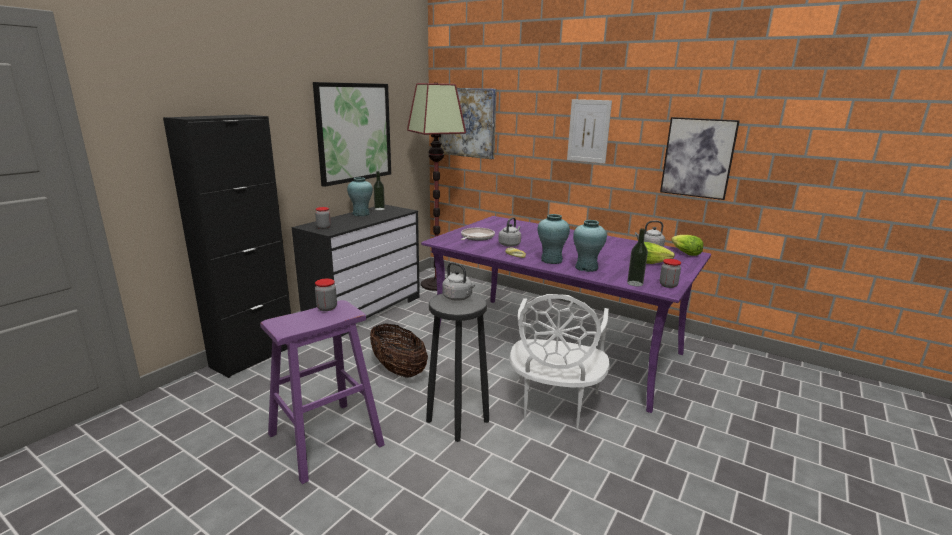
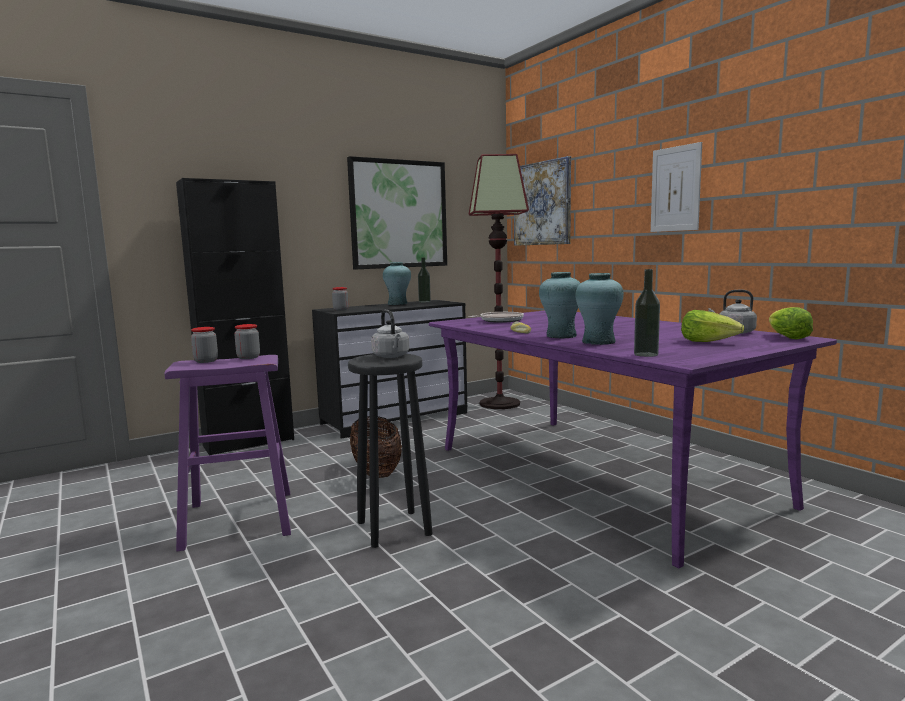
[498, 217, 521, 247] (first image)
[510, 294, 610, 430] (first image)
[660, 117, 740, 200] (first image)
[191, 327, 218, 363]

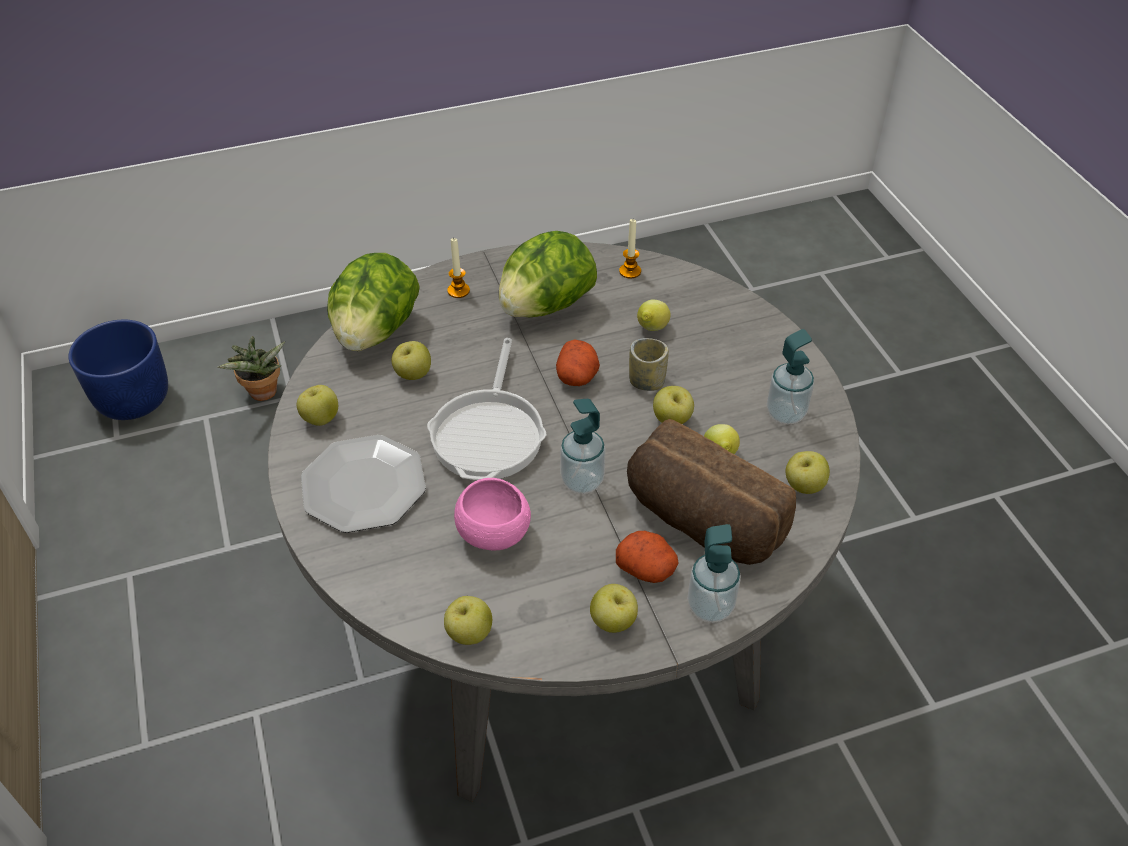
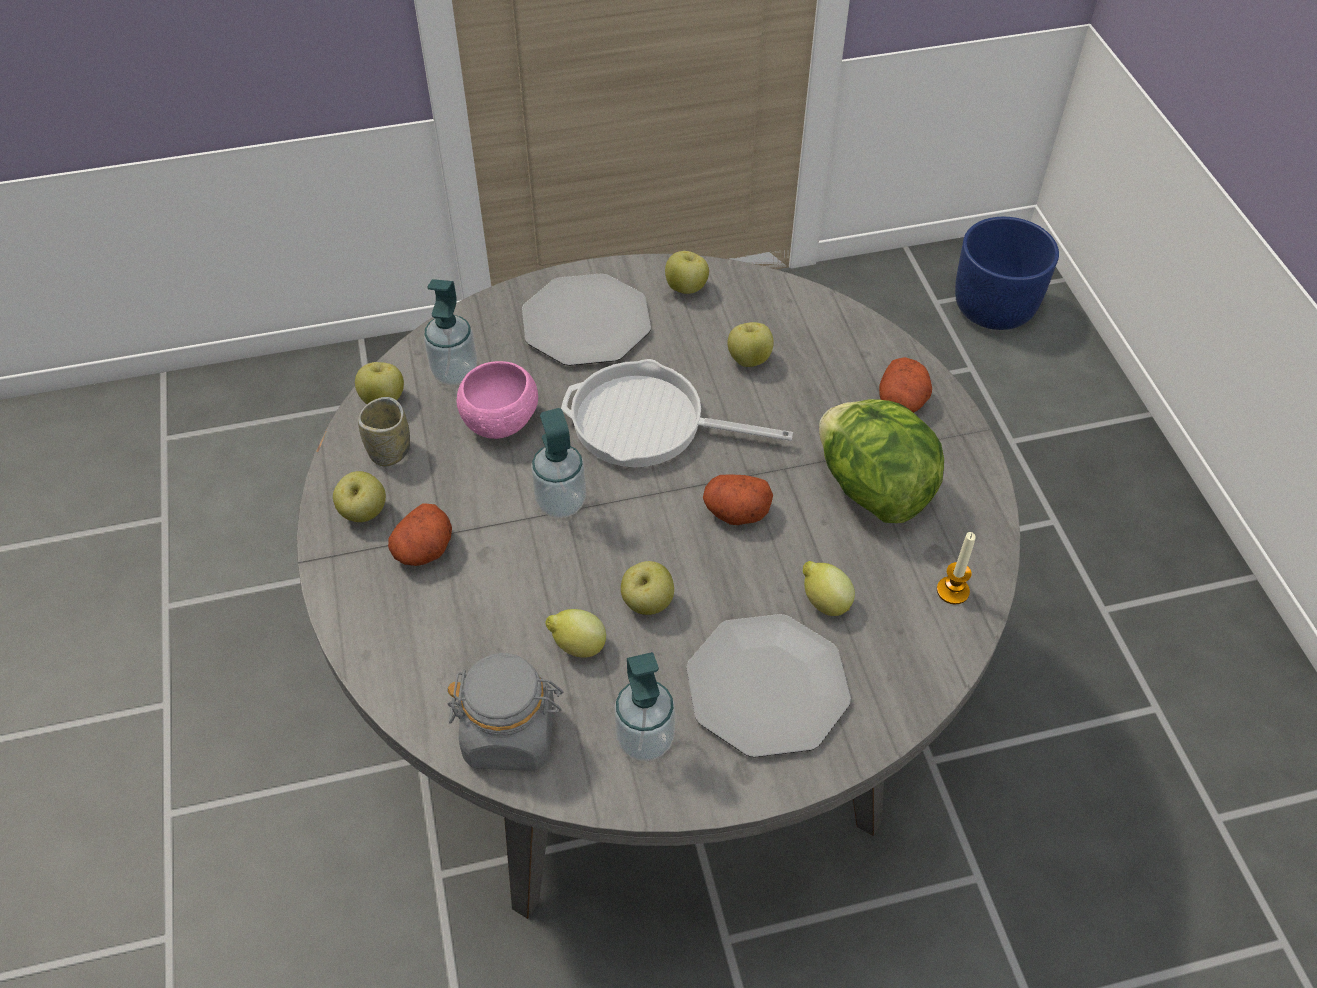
[218, 336, 285, 401] (first image)
[327, 253, 420, 351] (first image)
[879, 357, 932, 413]
[627, 419, 796, 565] (first image)
[358, 397, 410, 466]
[424, 279, 477, 385]
[448, 653, 563, 770]
[686, 614, 851, 758]

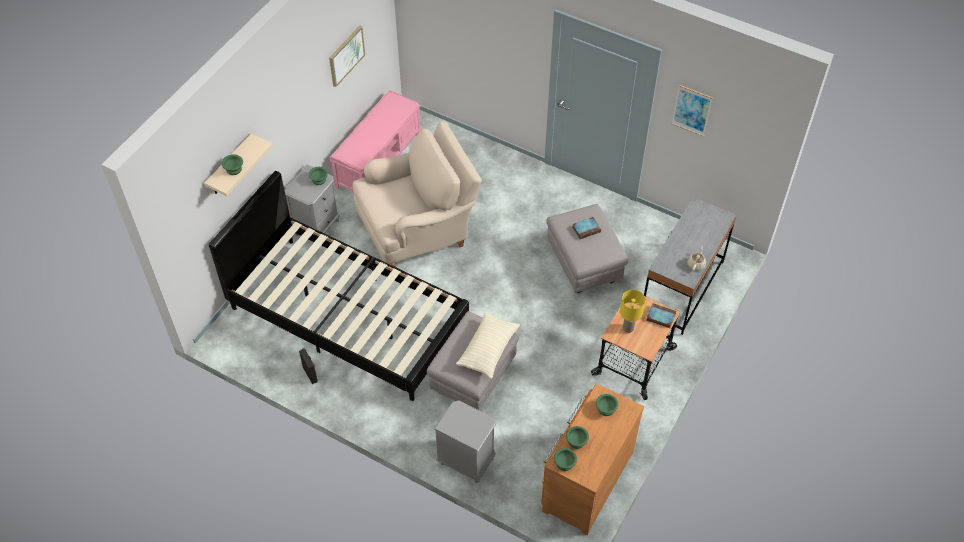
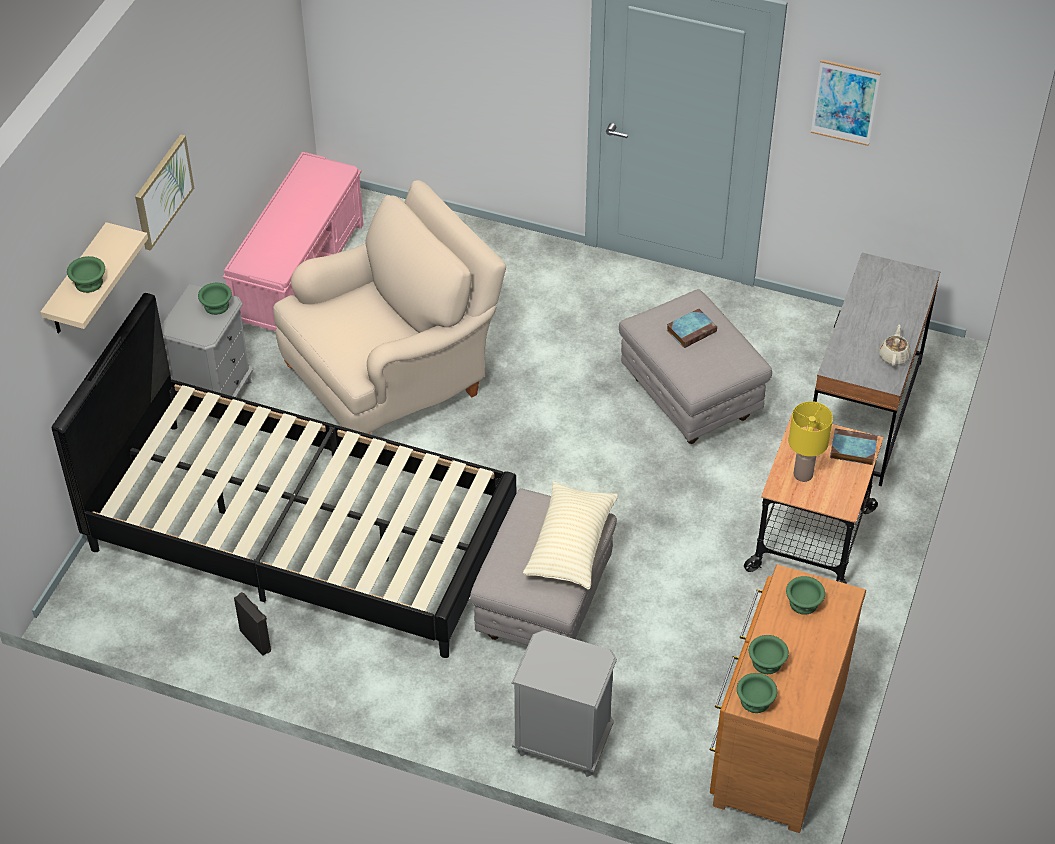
[135, 134, 194, 251]

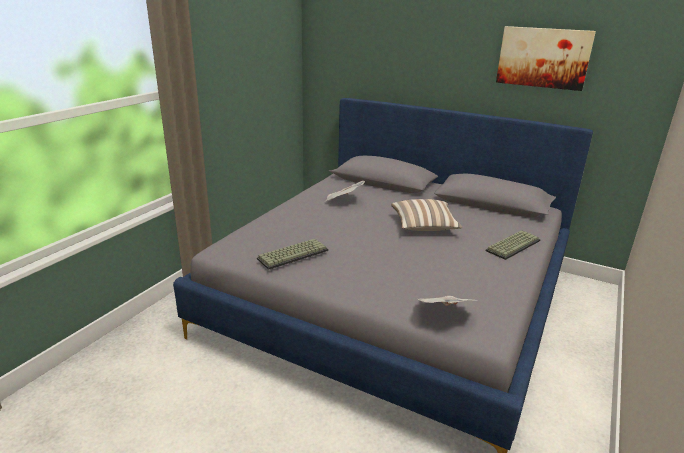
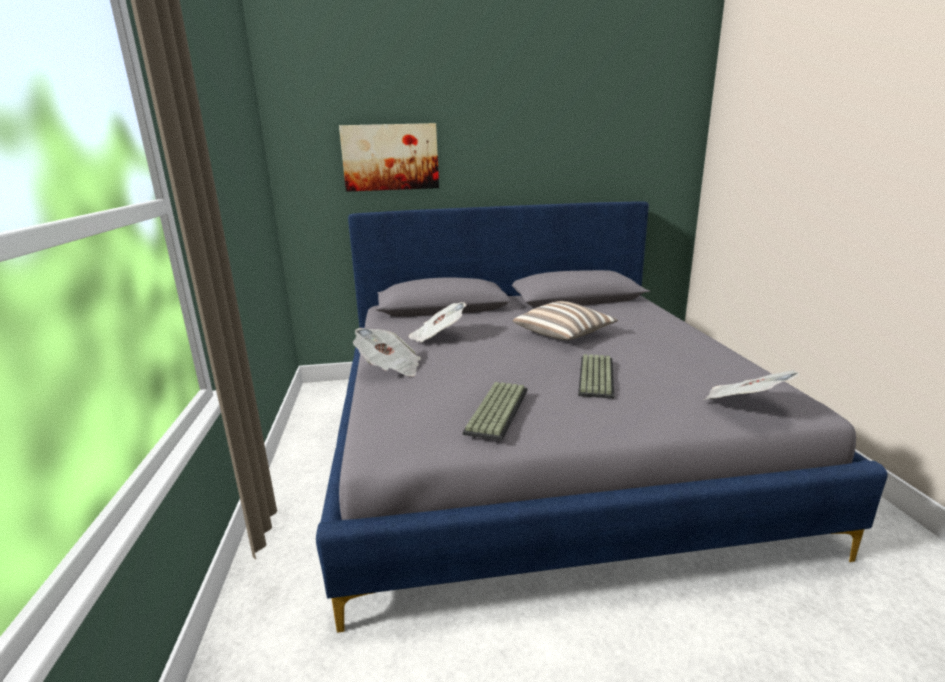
[578, 354, 614, 399]
[339, 123, 439, 192]
[353, 328, 421, 377]

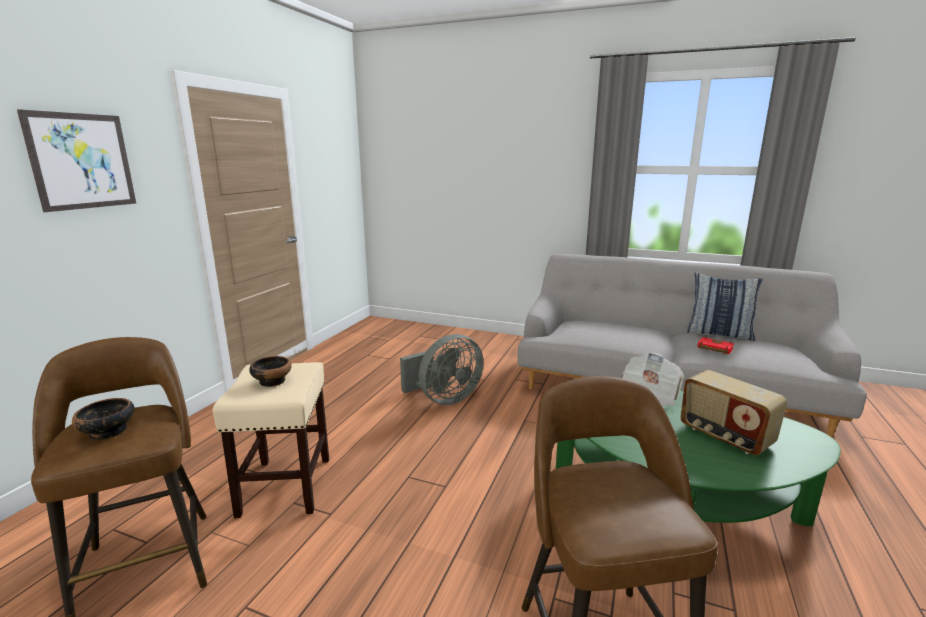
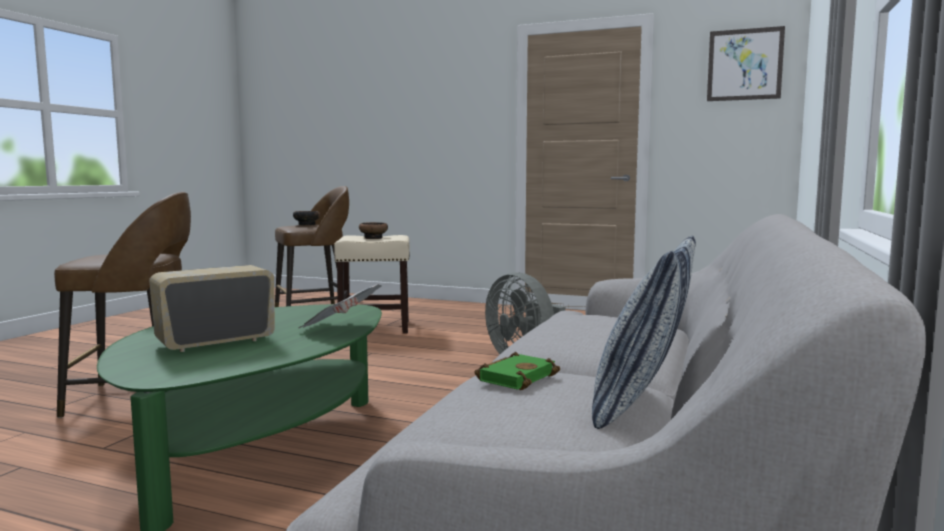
[707, 26, 785, 101]
[475, 352, 560, 390]

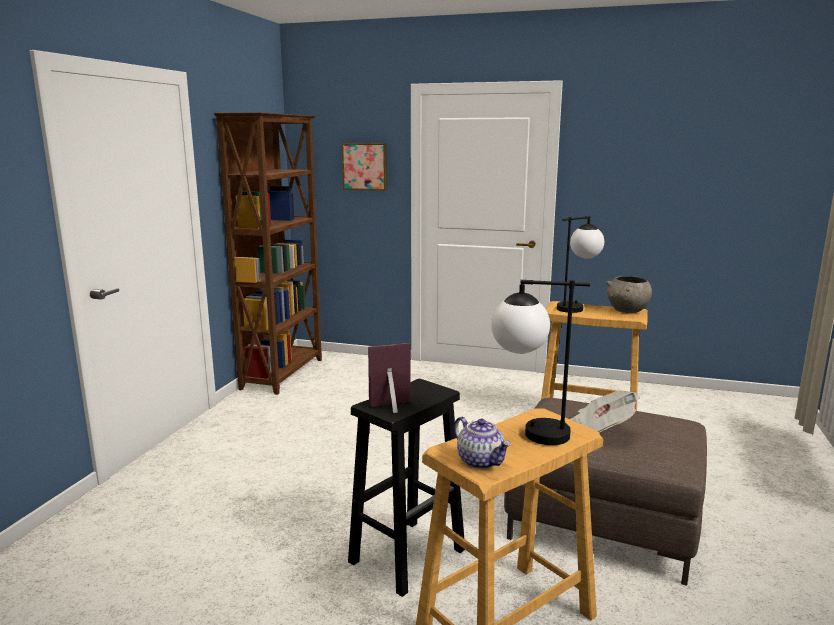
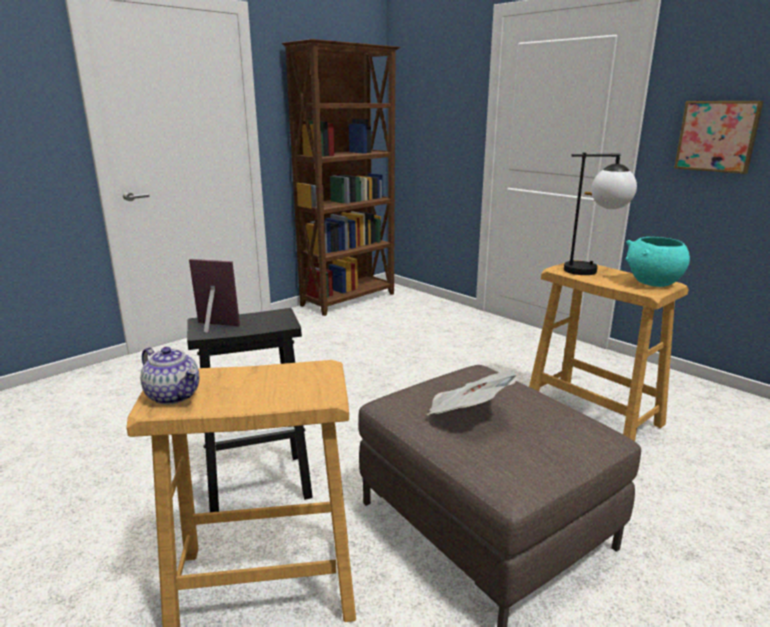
[674, 101, 763, 174]
[140, 347, 199, 405]
[491, 280, 590, 445] (first image)
[625, 237, 690, 287]

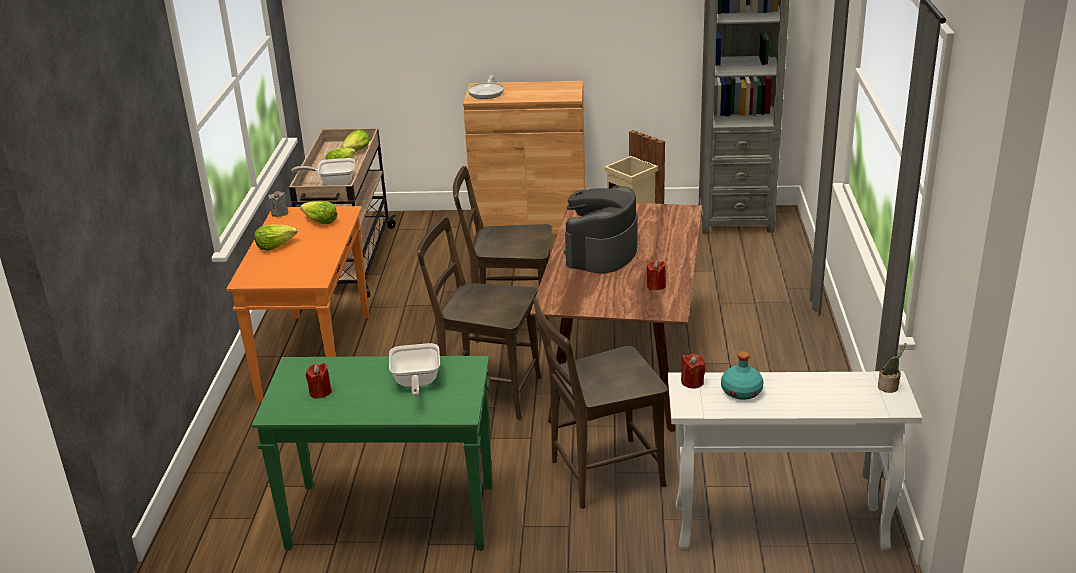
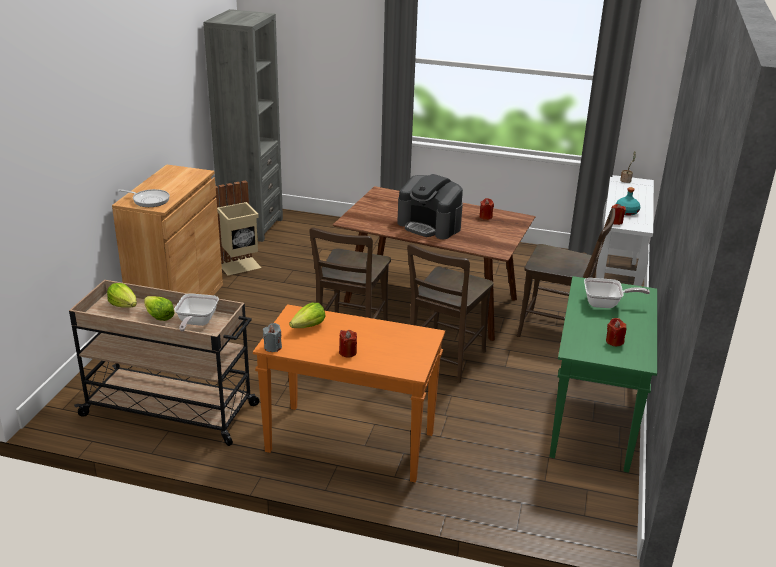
[339, 330, 357, 357]
[517, 208, 615, 337]

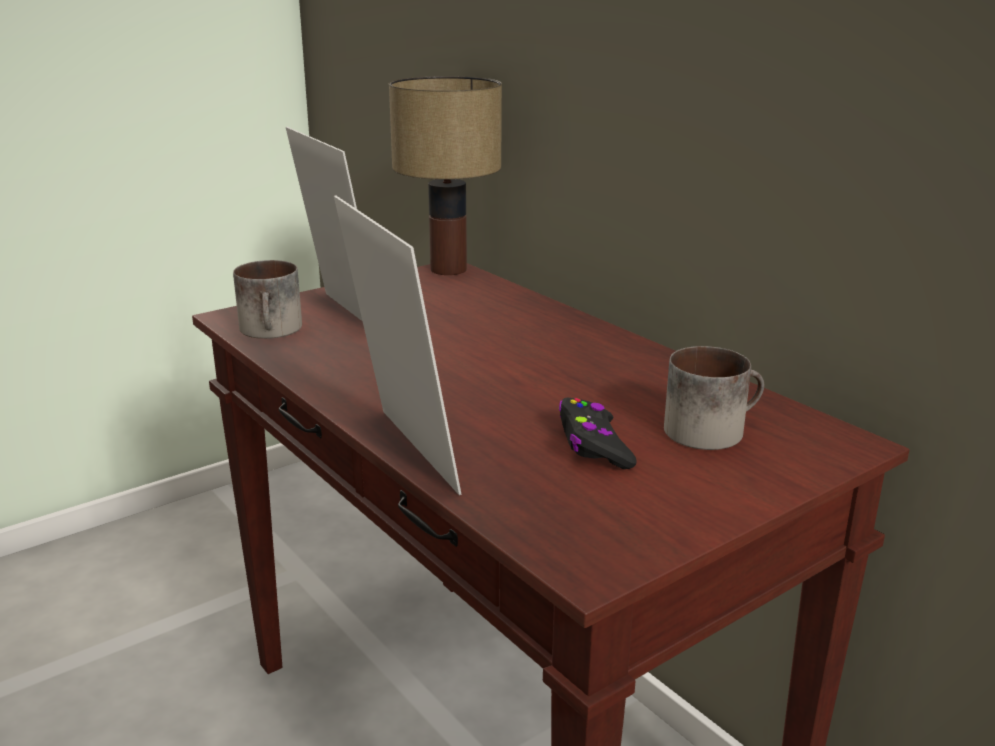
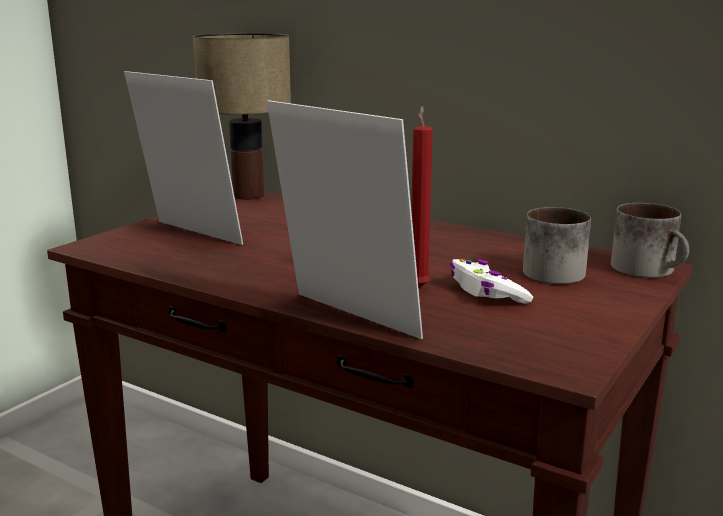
[611, 203, 690, 278]
[450, 259, 533, 304]
[411, 106, 433, 288]

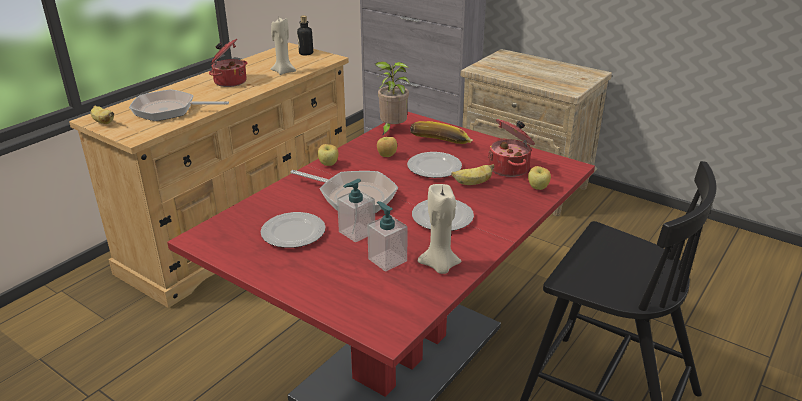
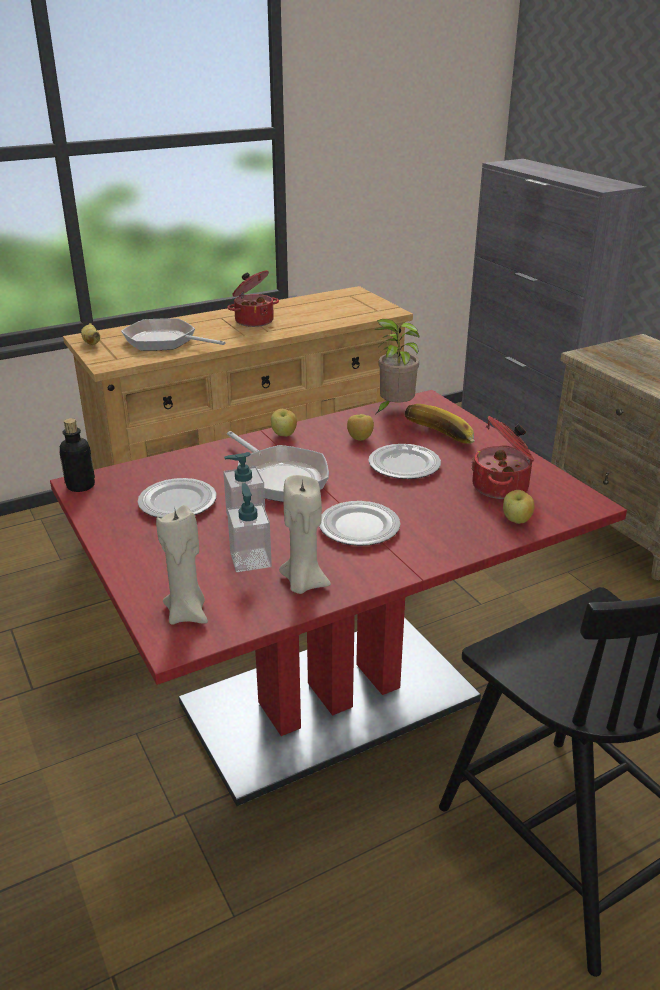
[156, 505, 208, 625]
[59, 418, 95, 492]
[451, 164, 494, 185] (first image)

